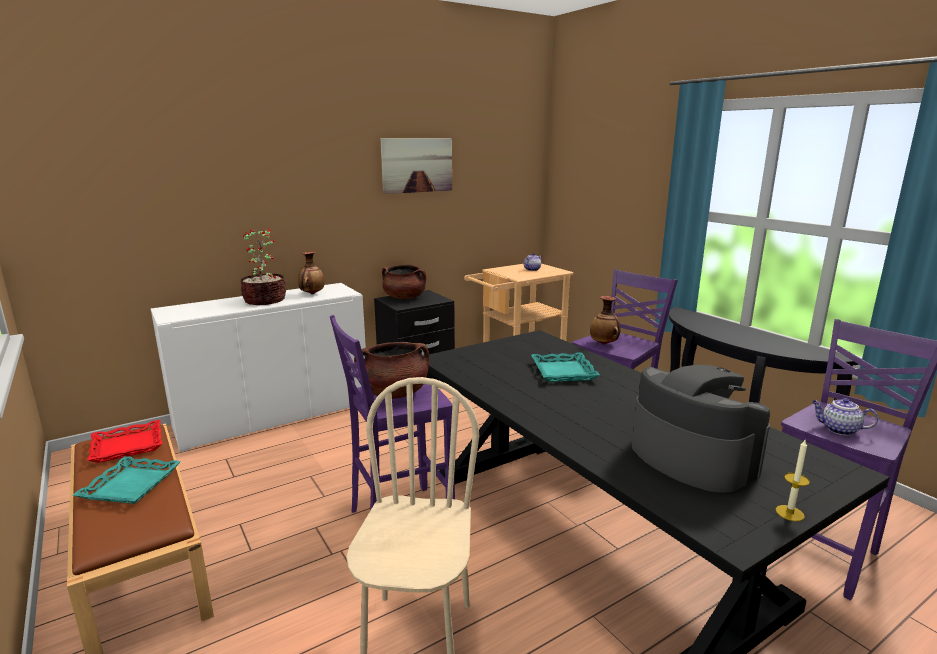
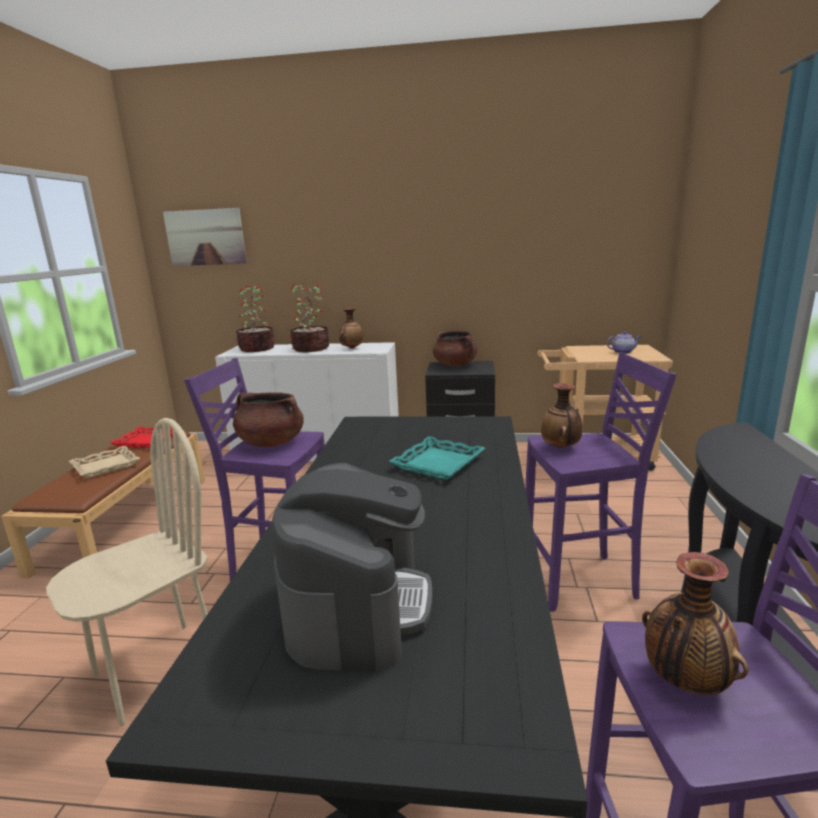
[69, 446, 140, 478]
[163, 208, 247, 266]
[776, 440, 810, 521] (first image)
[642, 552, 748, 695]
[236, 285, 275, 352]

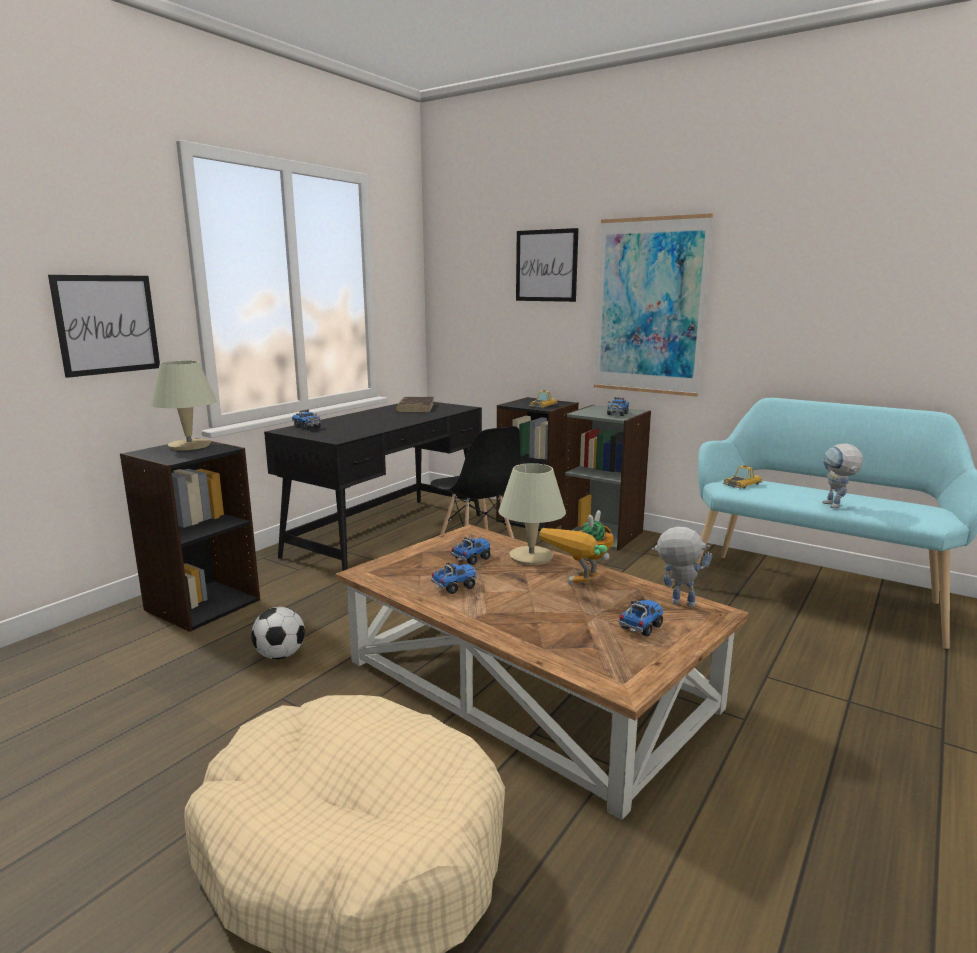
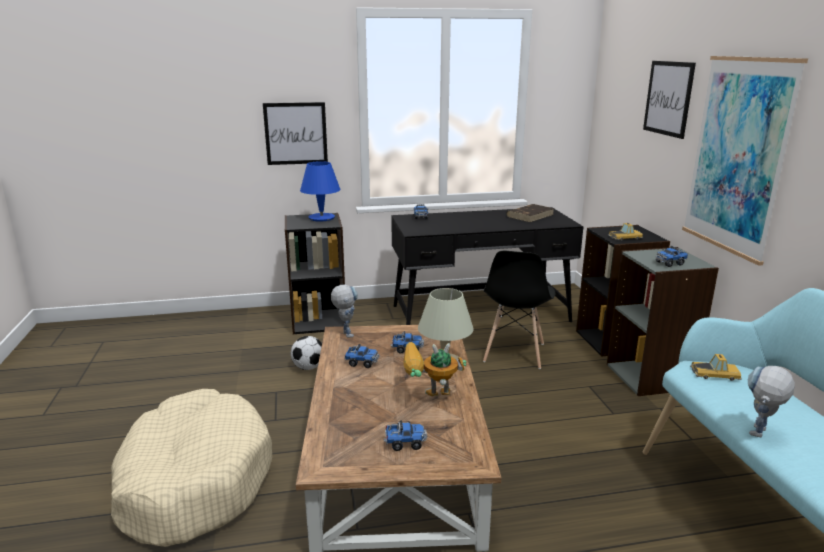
[300, 161, 340, 222]
[331, 284, 358, 337]

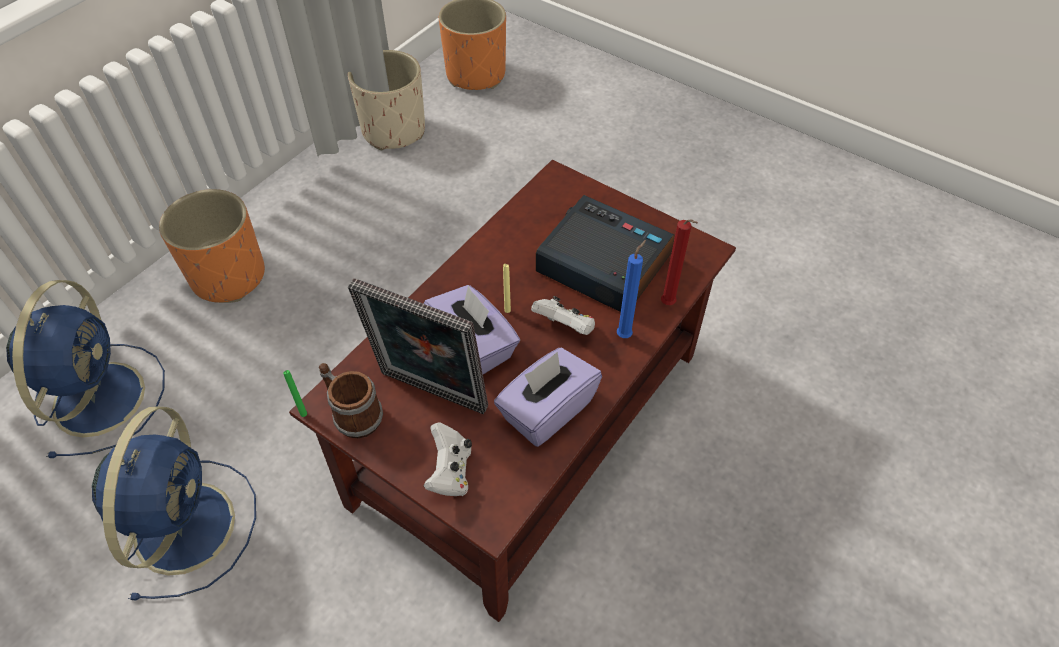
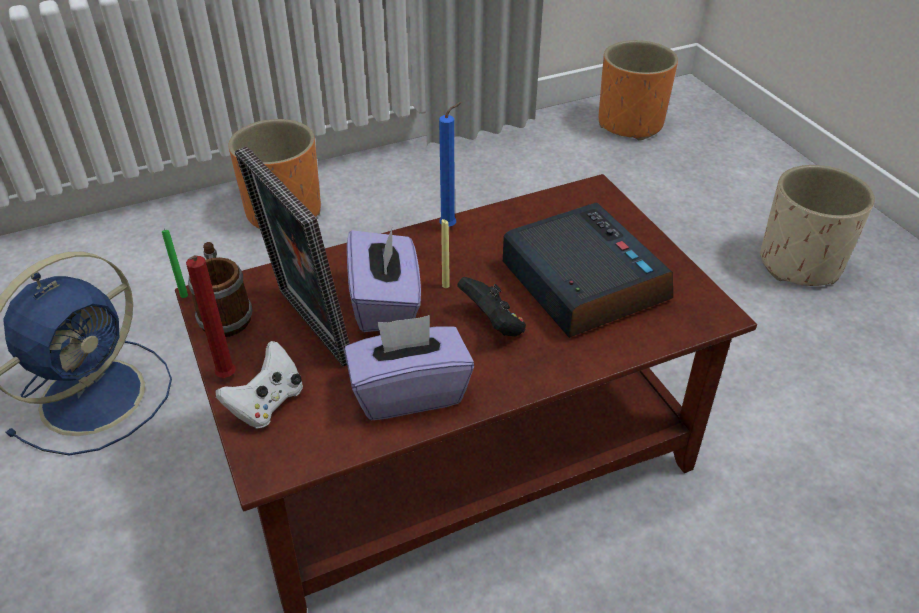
[6, 280, 165, 458] (first image)
[760, 165, 875, 286]
[457, 277, 526, 336]
[439, 102, 462, 227]
[186, 255, 236, 378]

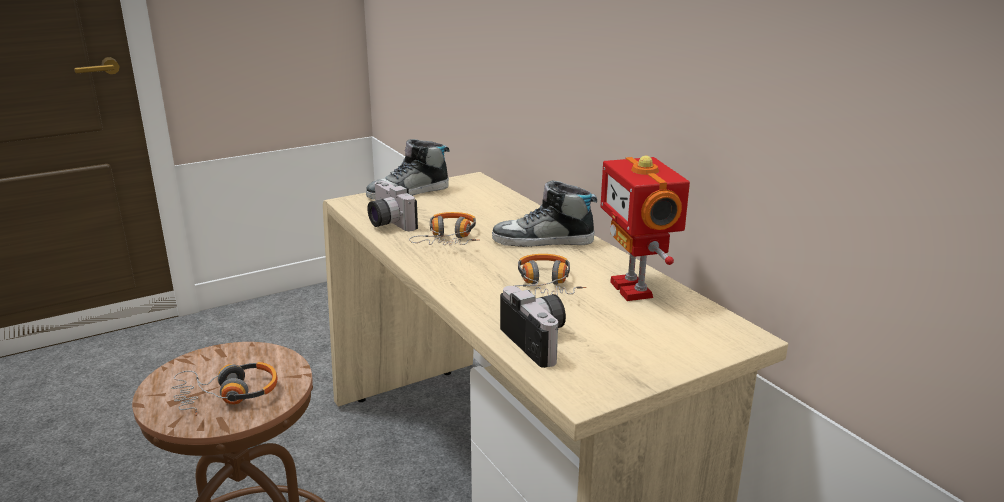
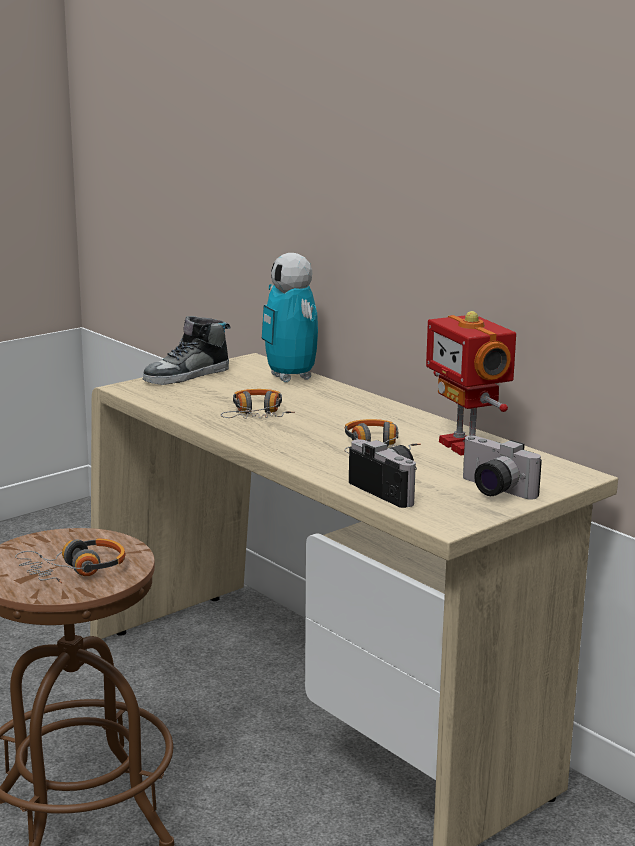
[463, 436, 542, 500]
[492, 181, 597, 247] (first image)
[262, 253, 318, 382]

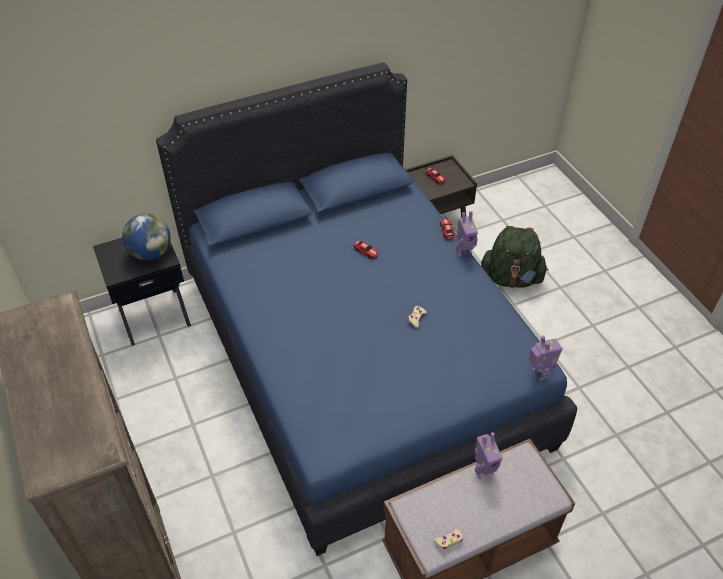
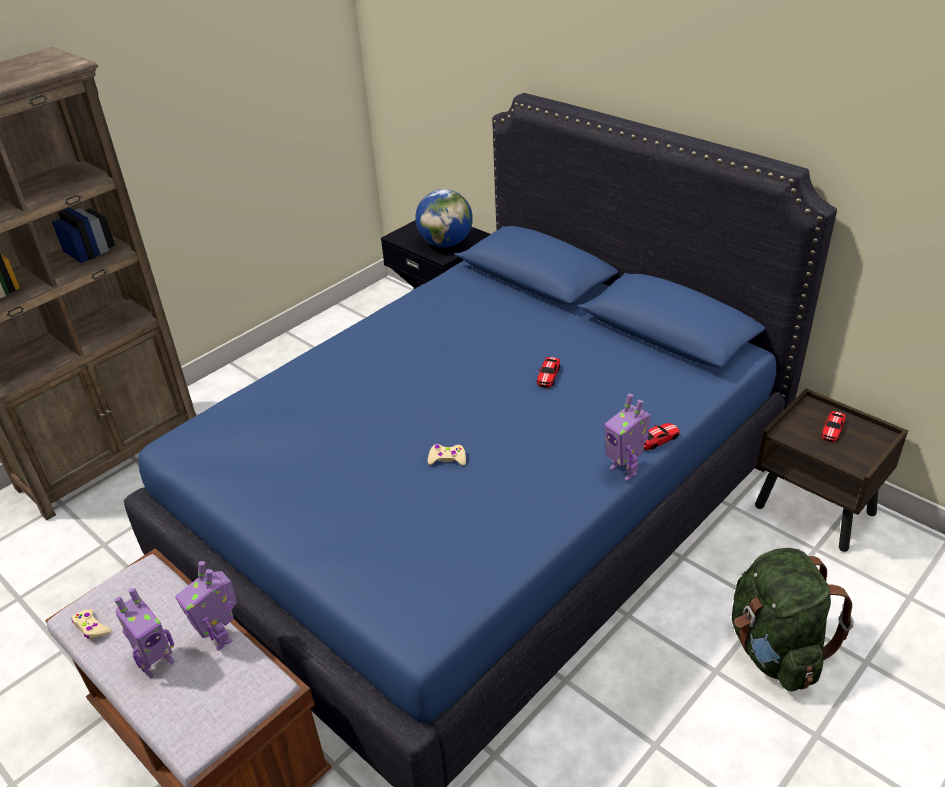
[114, 588, 175, 679]

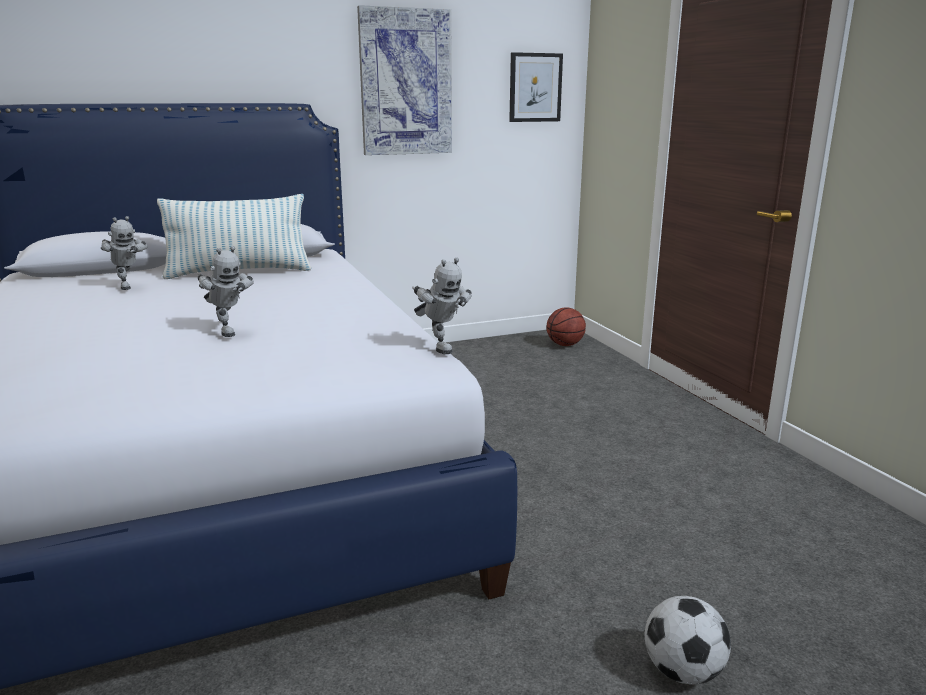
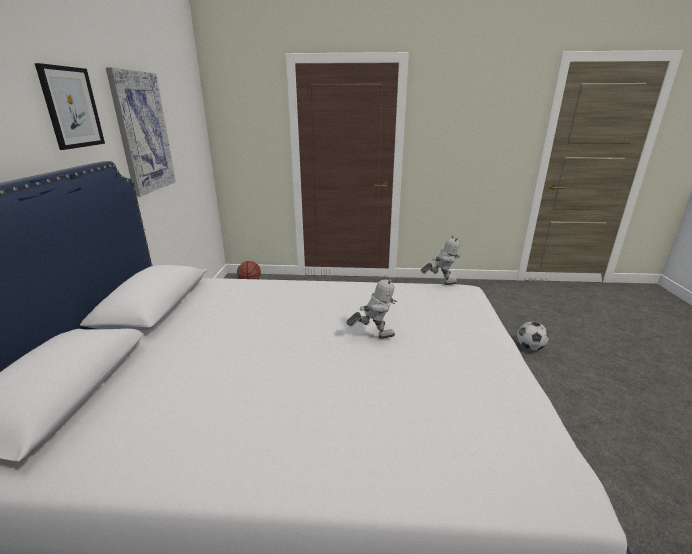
[101, 216, 148, 290] (first image)
[157, 194, 311, 279] (first image)
[35, 63, 105, 150]

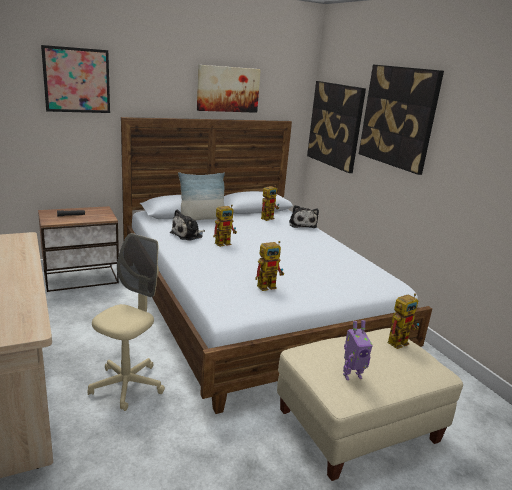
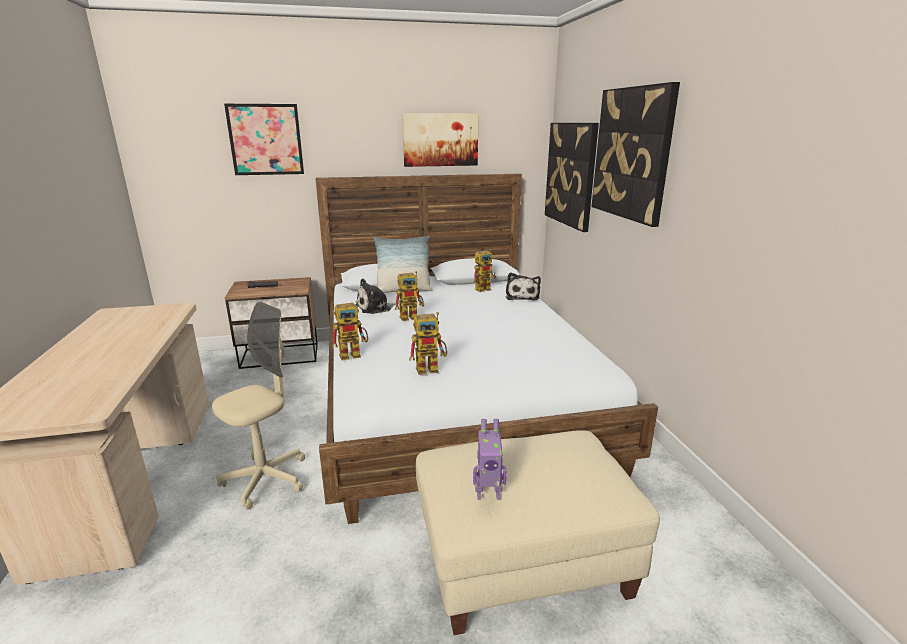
[332, 301, 368, 360]

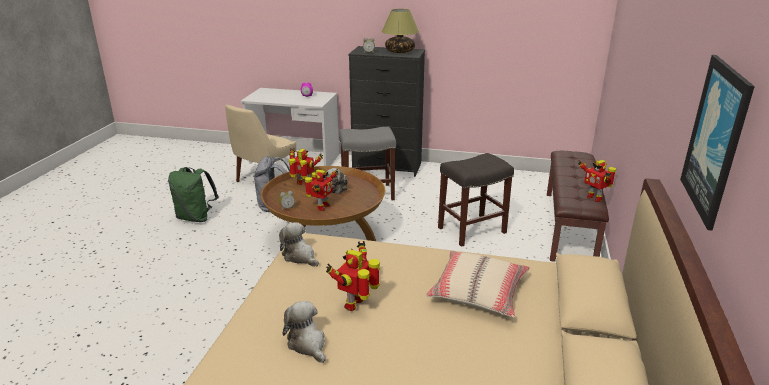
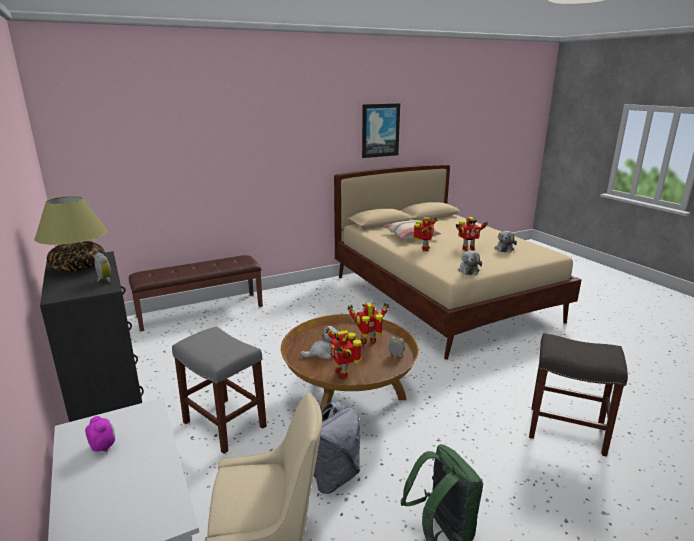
[529, 333, 628, 457]
[413, 217, 437, 251]

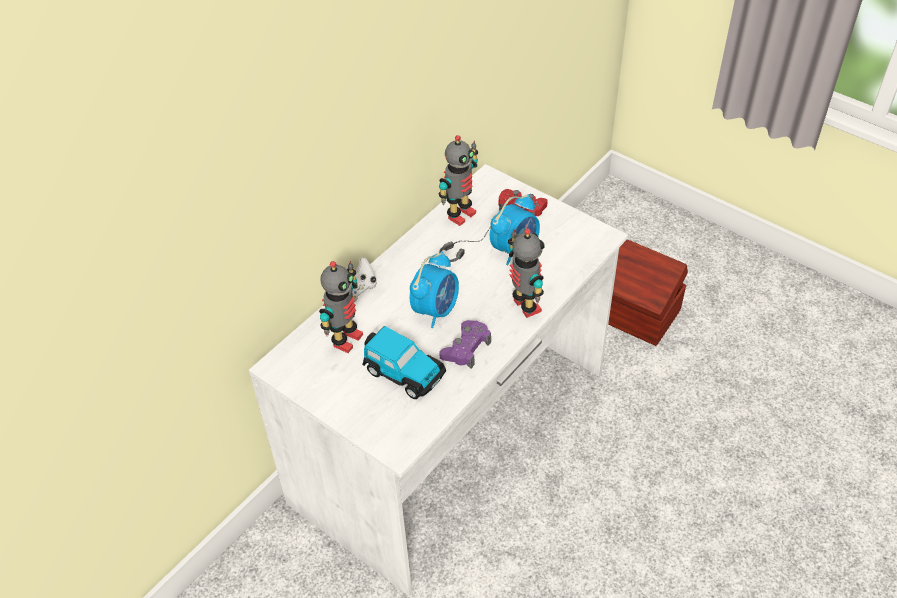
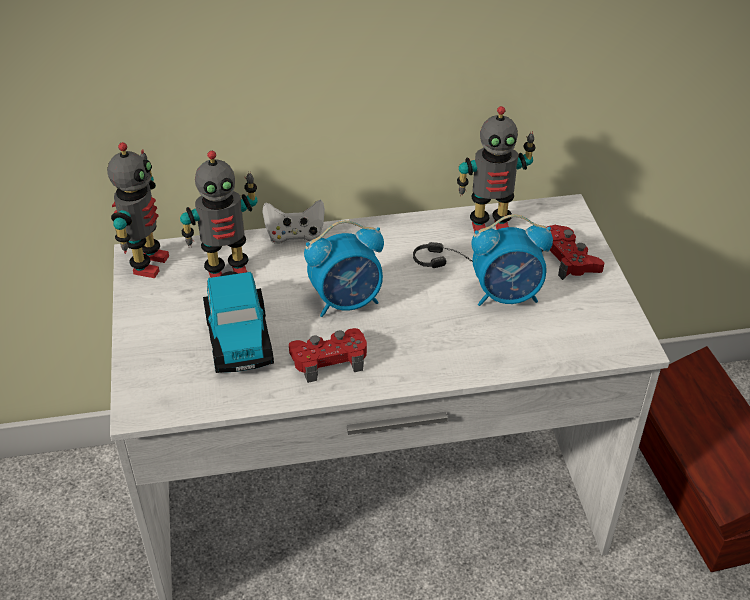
[289, 328, 367, 383]
[107, 142, 169, 278]

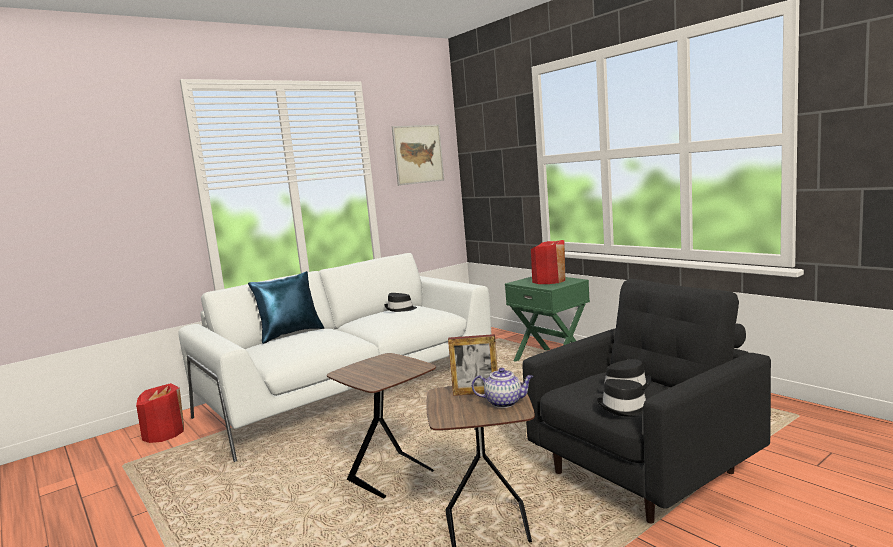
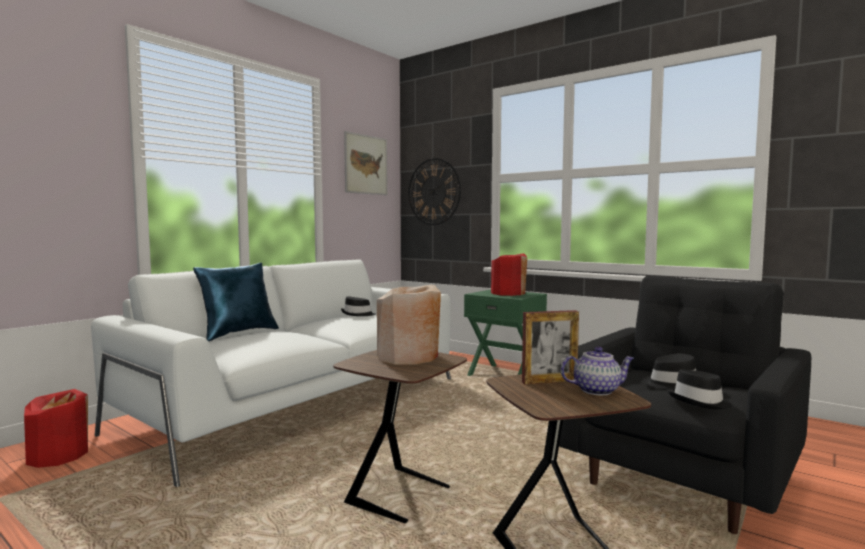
[377, 285, 441, 364]
[408, 158, 461, 225]

